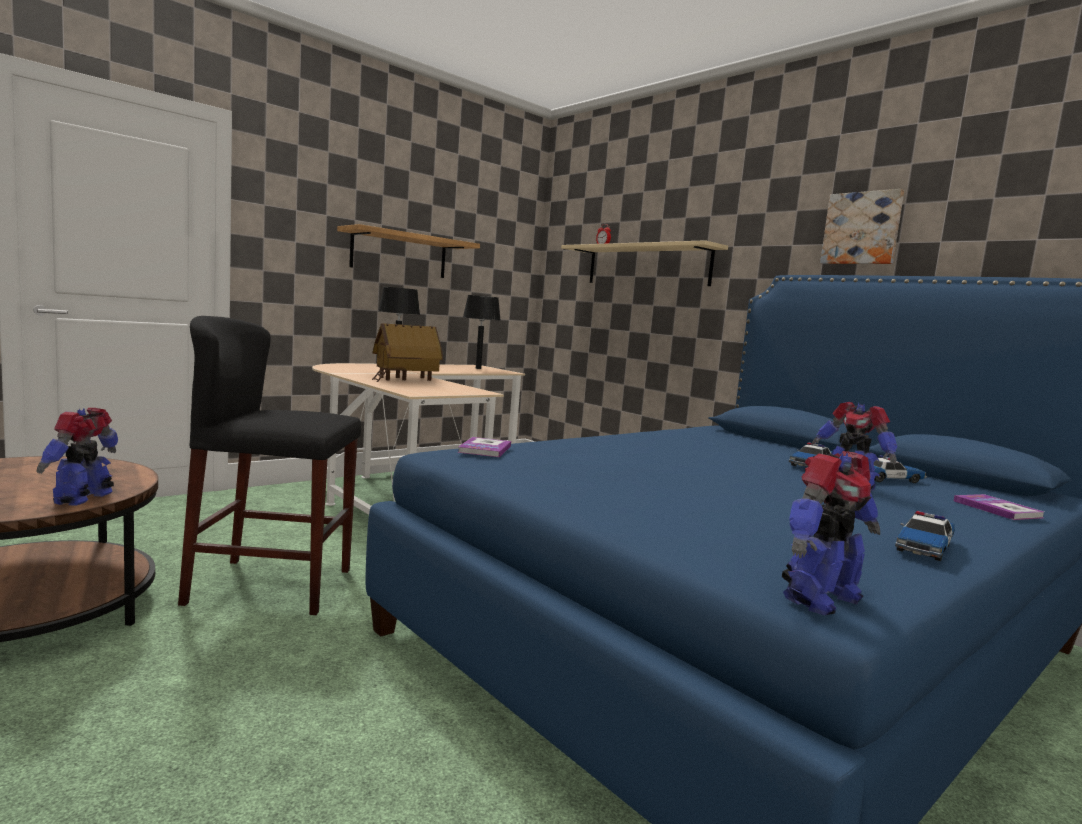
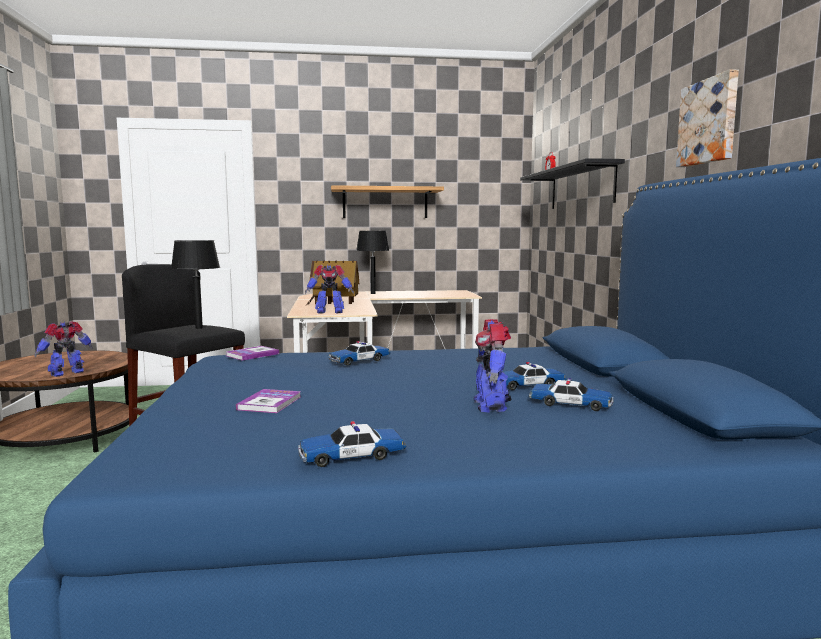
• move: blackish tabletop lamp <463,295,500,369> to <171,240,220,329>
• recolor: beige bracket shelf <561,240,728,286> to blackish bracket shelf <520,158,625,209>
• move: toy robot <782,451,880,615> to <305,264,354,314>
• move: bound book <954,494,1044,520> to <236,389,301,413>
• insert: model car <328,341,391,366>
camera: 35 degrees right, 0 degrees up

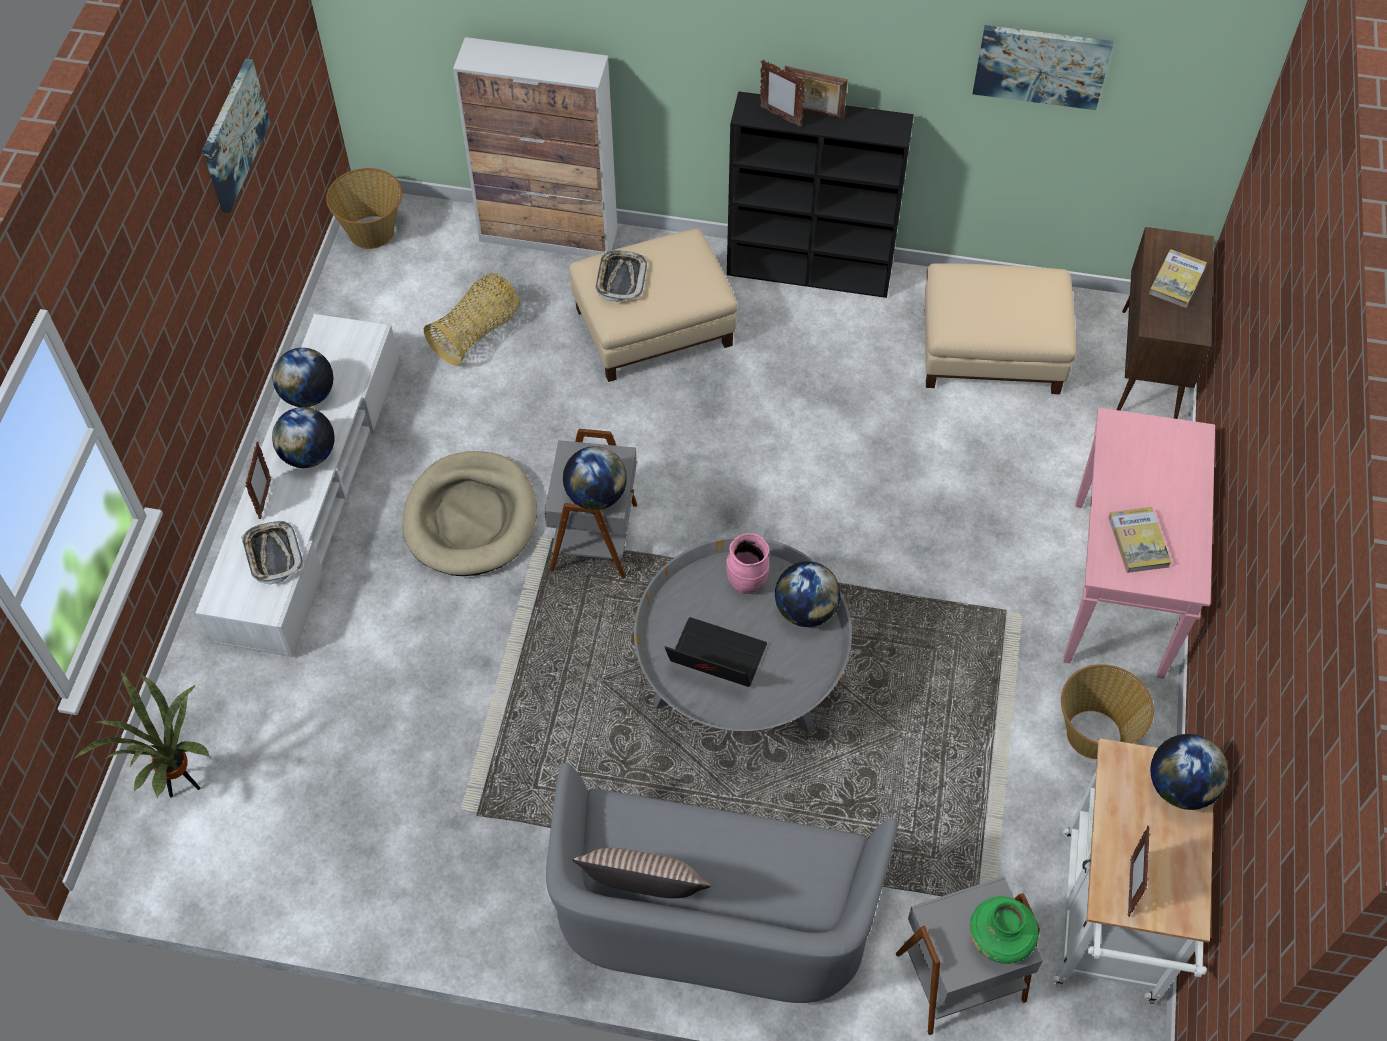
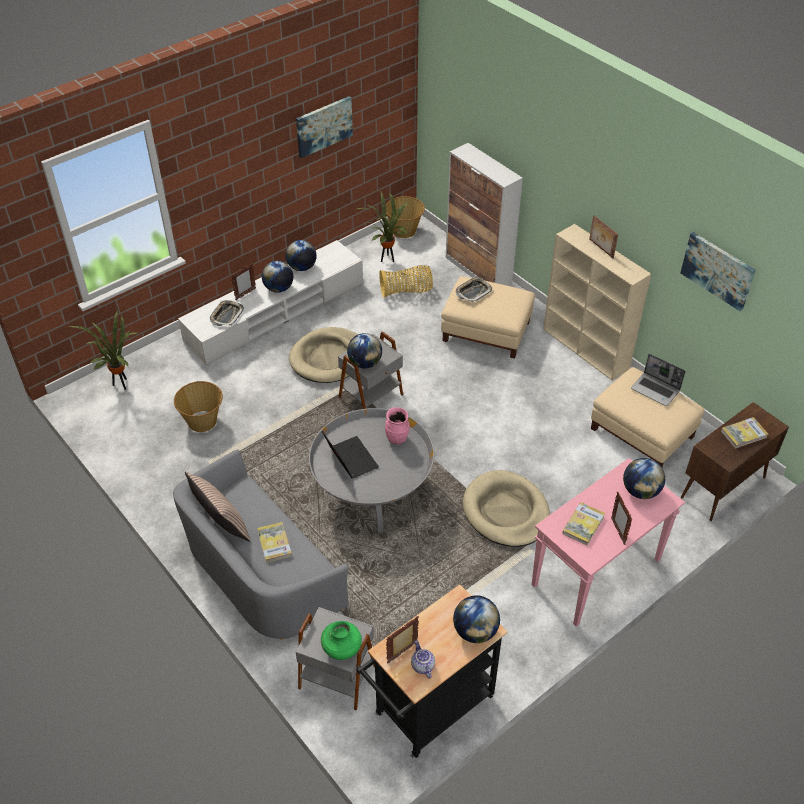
• recolor: blackish bookcase <727,91,914,298> to beige bookcase <543,224,651,381>
• move: standing frame <760,60,805,127> to <611,492,632,545>
• move: globe <775,561,841,627> to <623,458,665,499>
• recolor: white-coloured wheeled cart <1052,738,1213,1004> to blackish wheeled cart <357,585,508,758>
• move: storage basket <1061,664,1154,759> to <174,381,223,432>
• insert: bound book <257,522,292,563>
• insert: houseplant <357,192,409,262>
• insert: pot for tea <411,640,435,679>
• insert: beige pet bed <463,470,550,547>
• insert: notebook computer <631,354,686,406>
camera: 40 degrees right, 10 degrees down

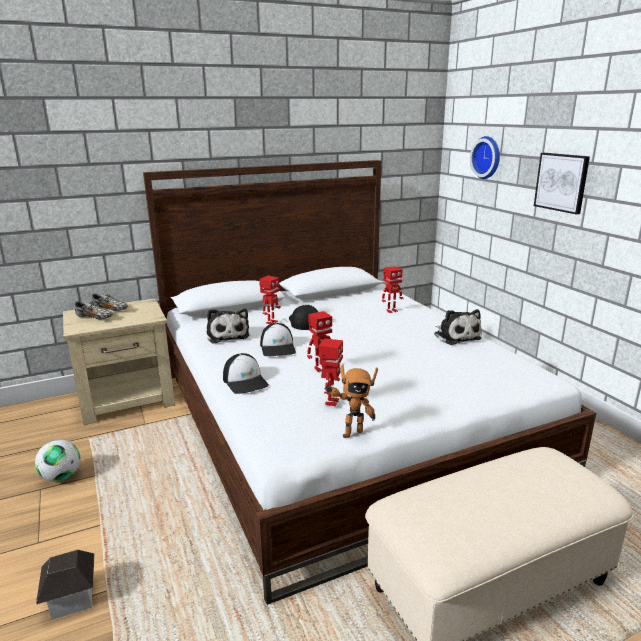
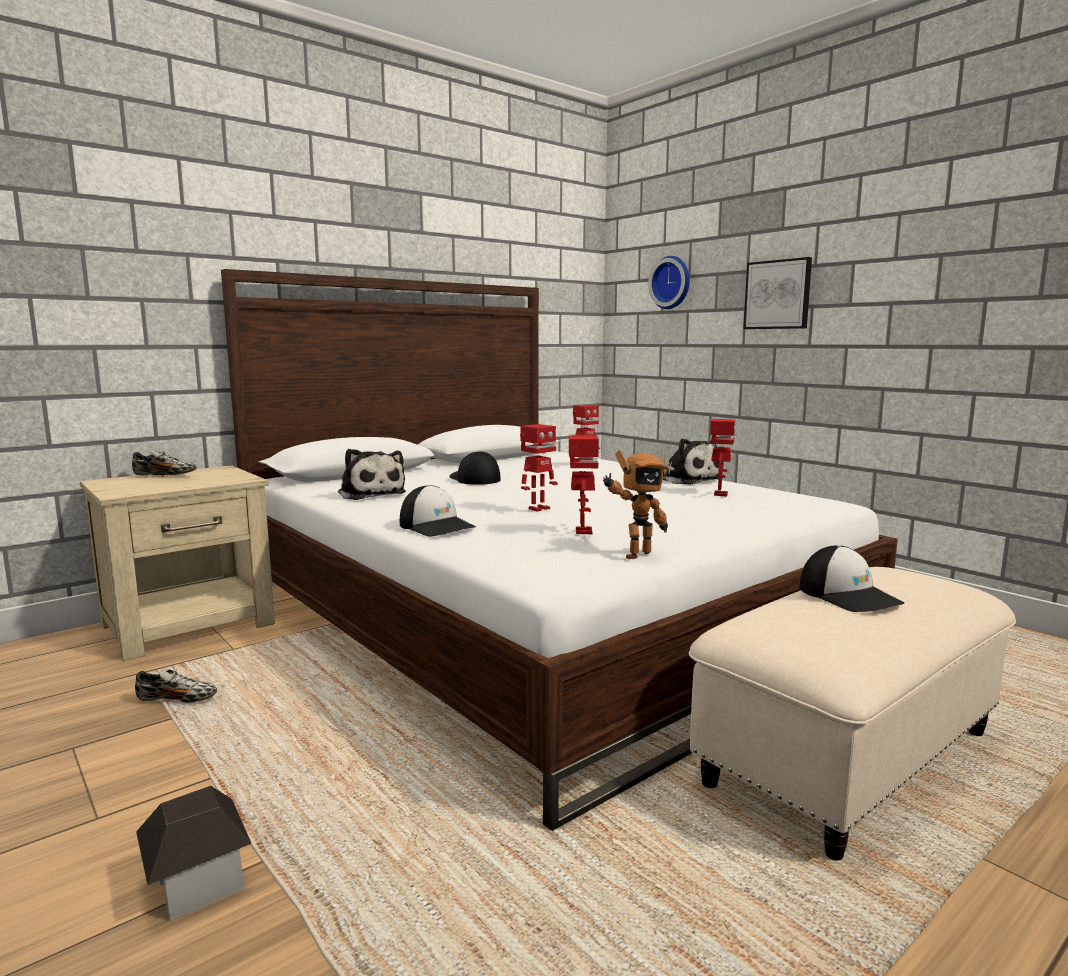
• delete: football ball <35,440,80,482>
• move: low shoe <75,301,113,319> to <135,670,217,703>
• move: toy robot <259,276,281,324> to <710,419,736,497>
• move: baseball cap <260,323,296,357> to <799,545,904,612>
camera: 15 degrees left, 10 degrees down

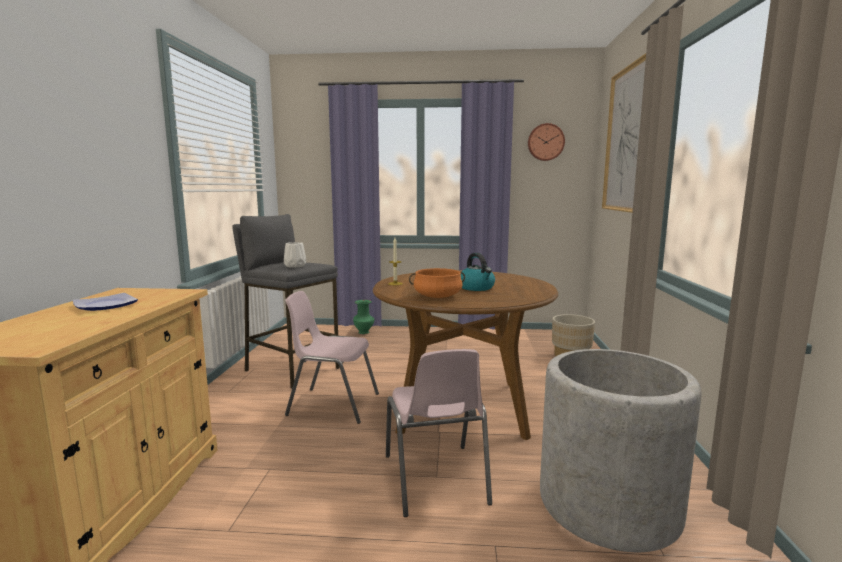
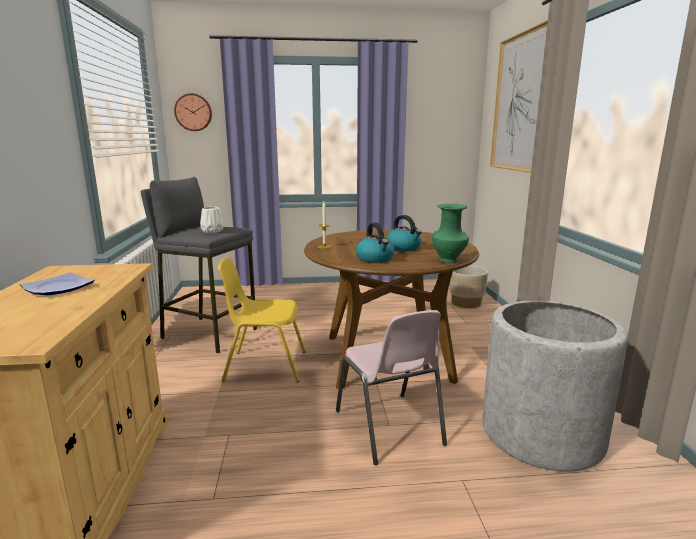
• recolor: pink-coloured upright chair <285,291,379,424> to yellowish upright chair <217,257,306,383>
• move: green-coloured decorative vase <353,300,374,334> to <432,204,469,263>
• replace: orange-coloured stockpot <409,268,465,298> to water kettle <356,222,394,263>
• move: clock on the wall <528,123,565,161> to <174,93,212,131>
camera: 10 degrees left, 5 degrees up

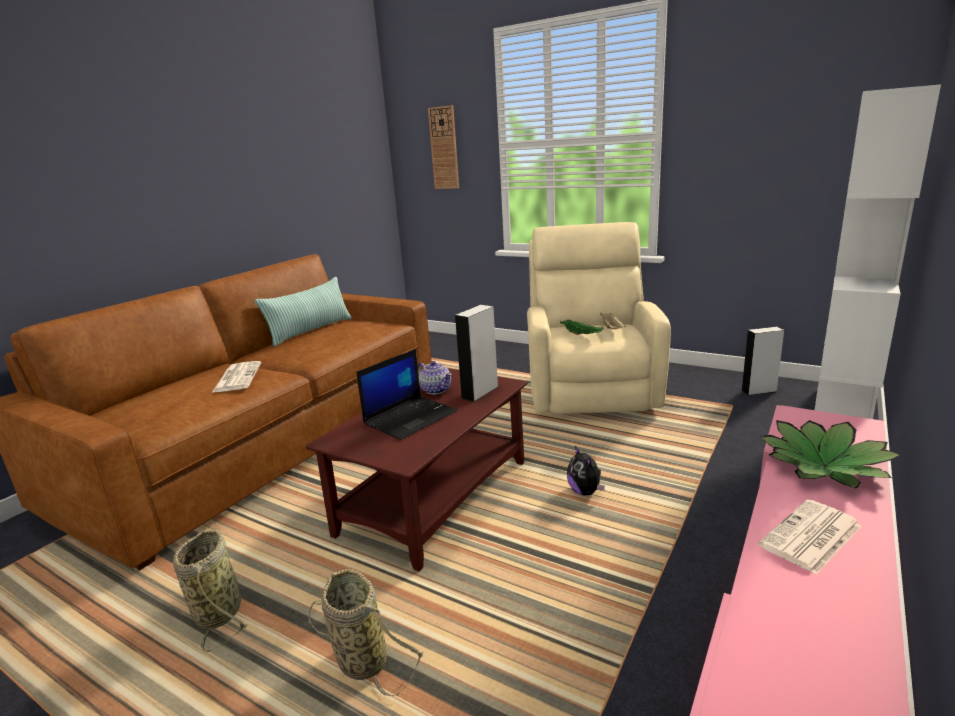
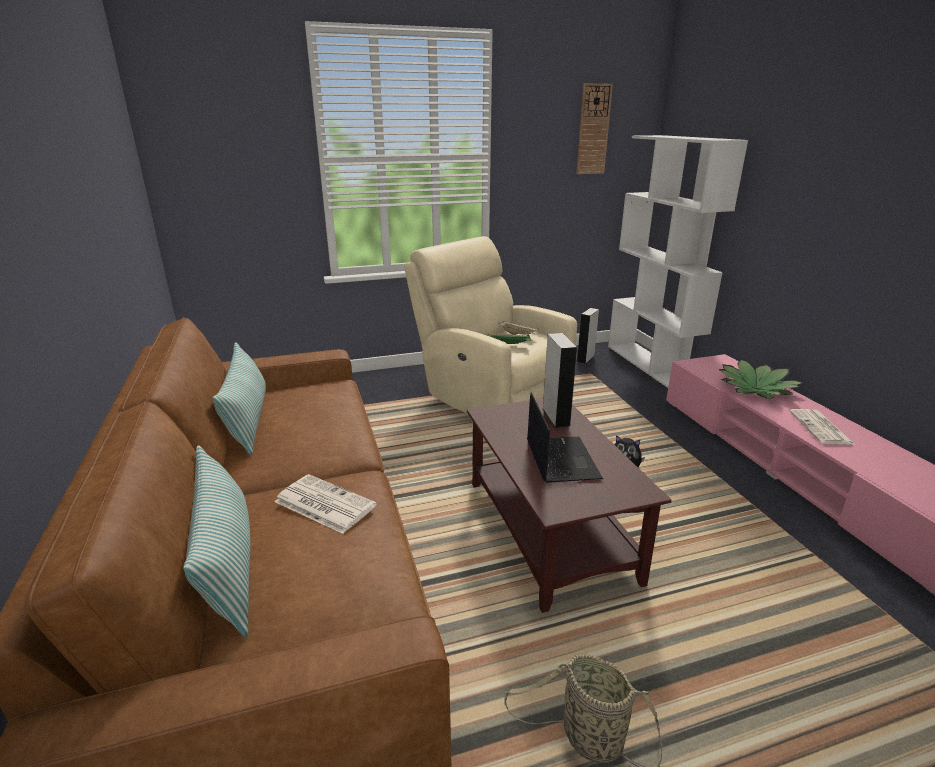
• delete: storage basket <309,569,423,696>
• delete: pot for tea <418,361,452,395>
• move: clock on the wall <428,105,459,189> to <576,83,613,174>
• insert: cushion <183,445,251,637>
camera: 50 degrees left, 5 degrees up

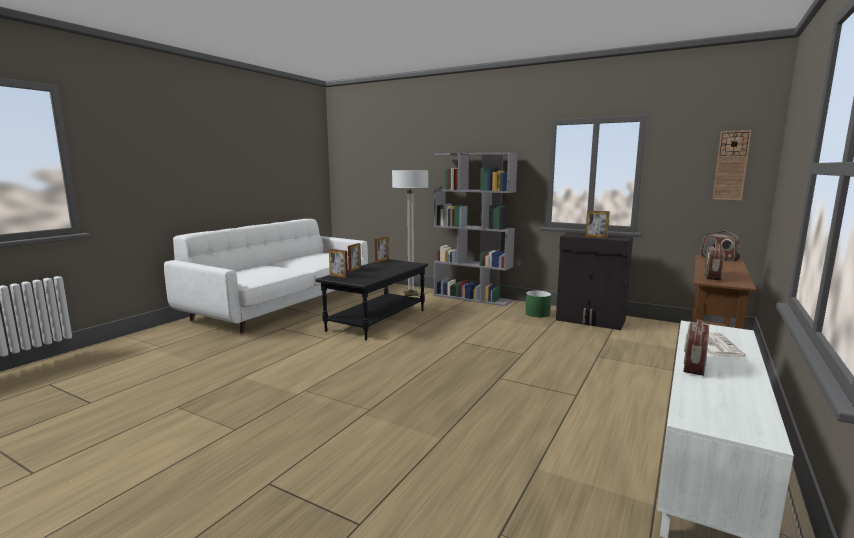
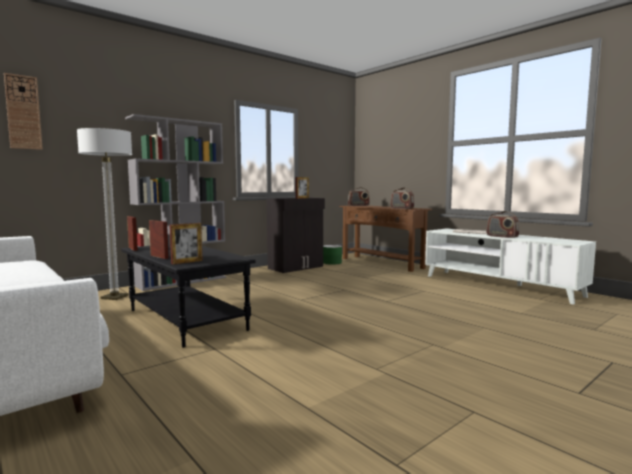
• move: green-coloured plant pot <526,291,551,317> to <323,245,342,265>
• move: clock on the wall <713,130,751,200> to <4,73,43,150>
camera: 70 degrees left, 5 degrees down

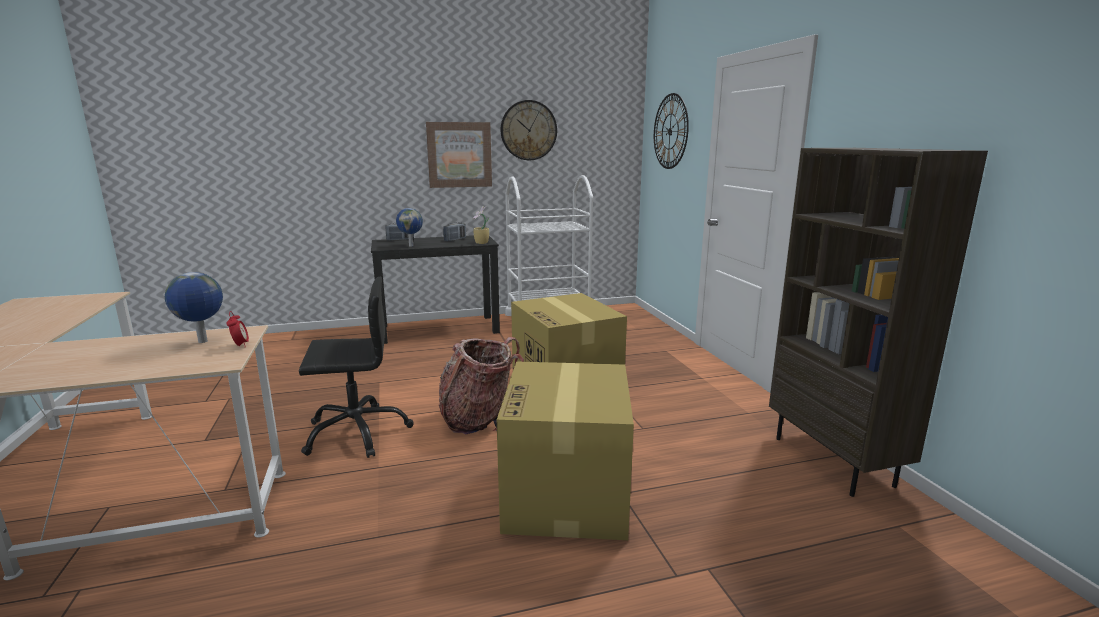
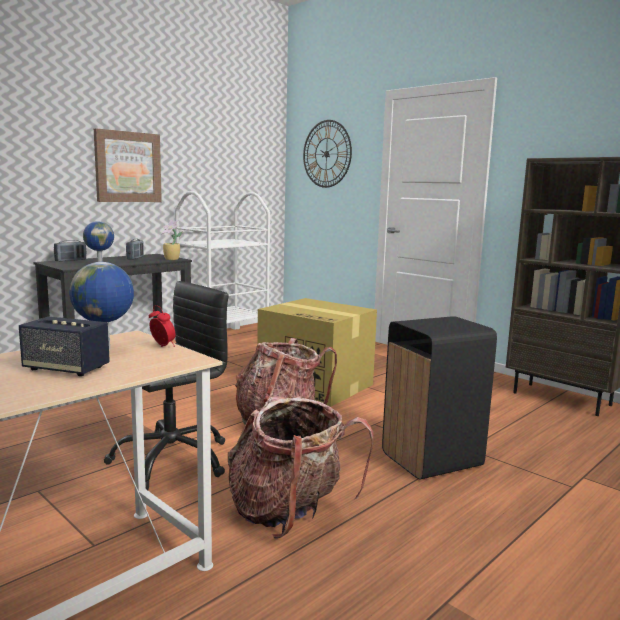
• replace: packing box <497,361,634,540> to blackish waste bin <382,316,497,480>
• delete: clock on the wall <501,100,557,160>
• insert: speaker <19,316,110,376>
• insert: knapsack <228,396,374,538>
camera: 30 degrees left, 5 degrees down

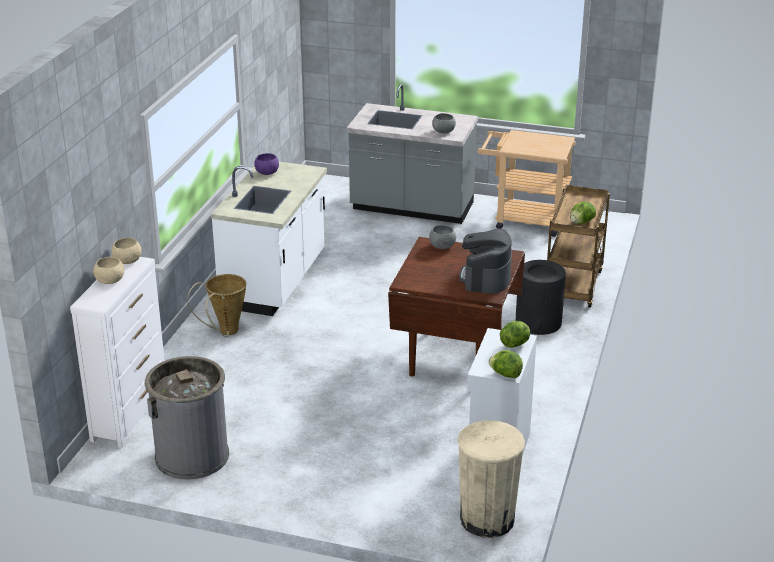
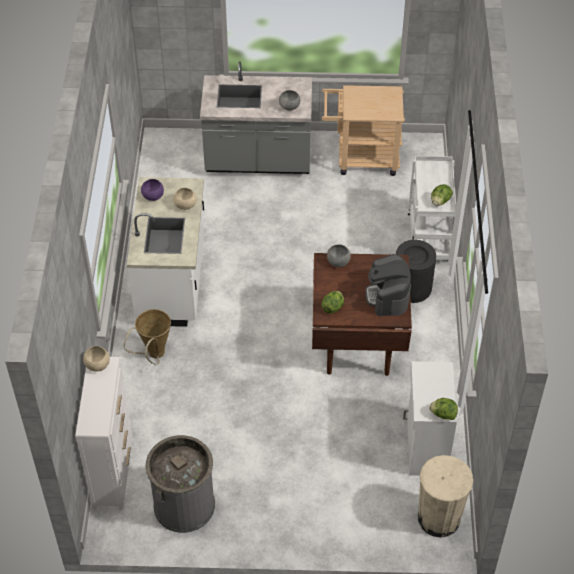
• move: beige bowl <93,257,124,284> to <174,188,197,210>
• move: head of lettuce <500,321,530,348> to <321,291,344,314>
• recolor: brown-coloured wheeled cart <547,185,610,307> to white-coloured wheeled cart <407,156,456,261>
camera: 15 degrees left, 20 degrees up

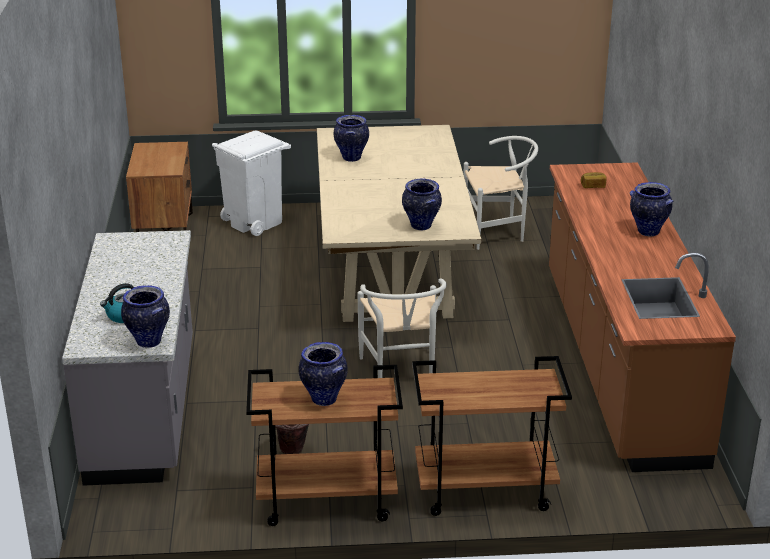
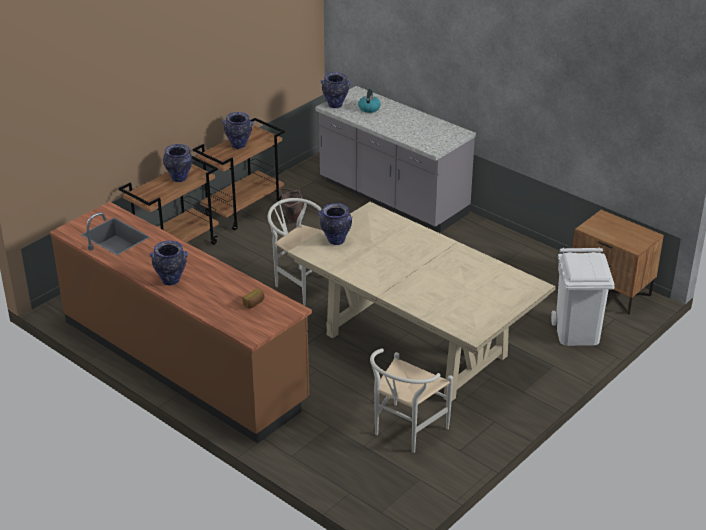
• move: decorative vase <334,115,369,162> to <163,144,193,182>
camera: 135 degrees right, 5 degrees up

